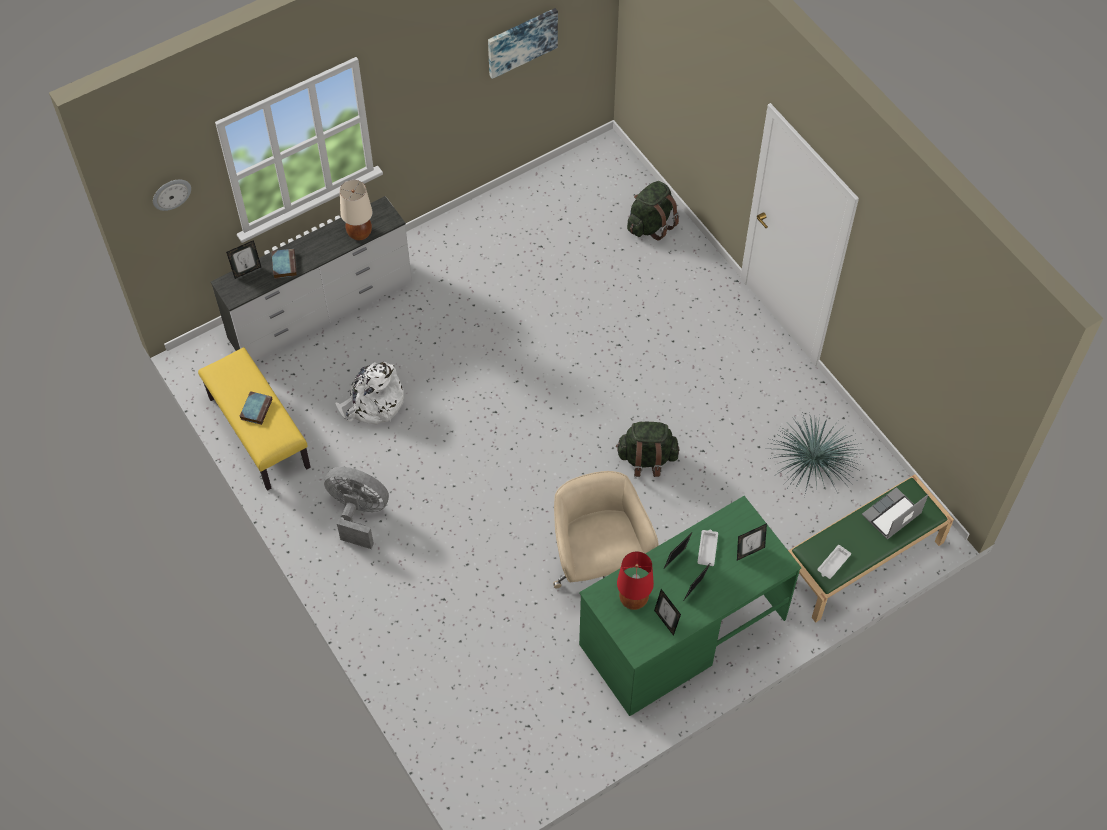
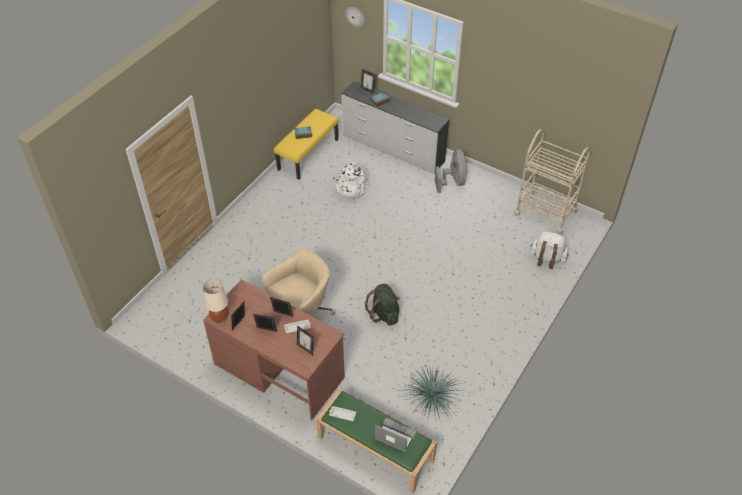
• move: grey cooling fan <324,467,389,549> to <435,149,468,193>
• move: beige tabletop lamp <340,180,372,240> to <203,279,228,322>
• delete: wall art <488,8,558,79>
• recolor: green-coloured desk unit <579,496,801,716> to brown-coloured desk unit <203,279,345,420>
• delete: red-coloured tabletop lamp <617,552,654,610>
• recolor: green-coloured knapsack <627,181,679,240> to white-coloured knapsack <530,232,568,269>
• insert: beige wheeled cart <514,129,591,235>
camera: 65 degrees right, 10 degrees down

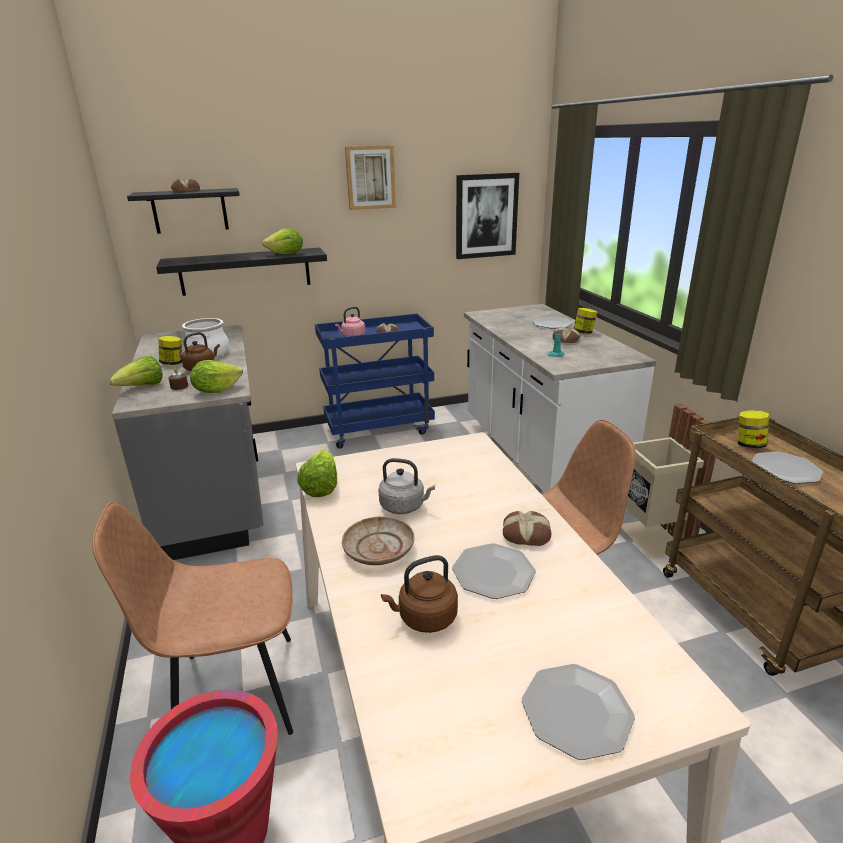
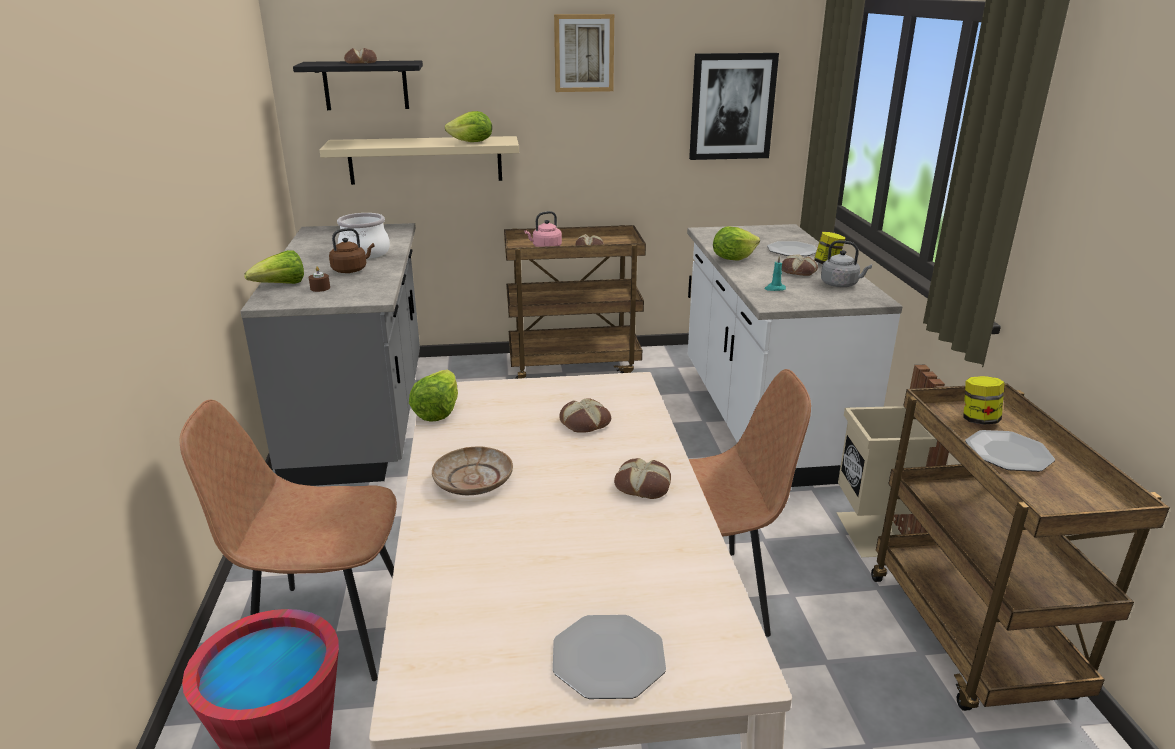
• recolor: blackish bracket shelf <156,248,327,296> to beige bracket shelf <320,136,519,185>
• delete: jar <158,336,182,365>
• move: head of lettuce <190,360,243,393> to <713,227,760,261>
• recolor: bluish wheeled cart <315,313,435,449> to brown-coloured wheeled cart <504,225,646,379>
• move: grey water kettle <379,458,435,514> to <821,240,872,287>
• delete: brown-coloured water kettle <381,555,458,633>
• delete: flat dish <452,543,536,599>
• insert: baked bread <559,398,611,432>
camera: 10 degrees right, 0 degrees up

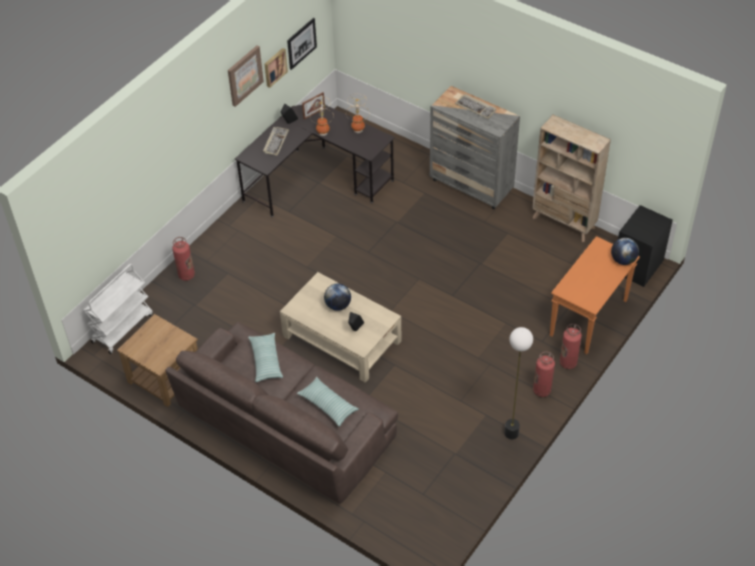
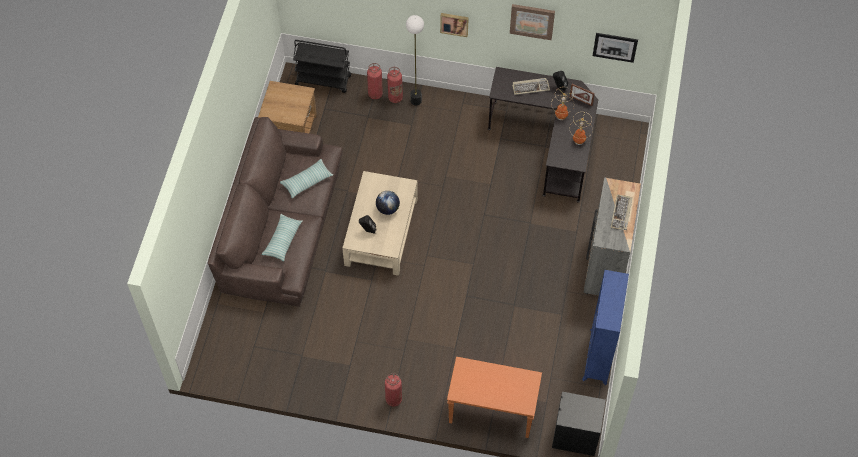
• recolor: white-coloured wheeled cart <83,264,153,354> to blackish wheeled cart <293,40,351,93>
• move: wall art <265,48,288,88> to <440,13,469,37>
• move: standard lamp <504,327,533,439> to <406,15,424,105>
• recolor: beige bookcase <532,115,611,242> to bluish bookcase <582,270,629,385>
• move: fire-fighting cylinder <560,324,582,369> to <367,63,383,99>
• delete: globe <611,238,639,265>
camera: 65 degrees right, 10 degrees up

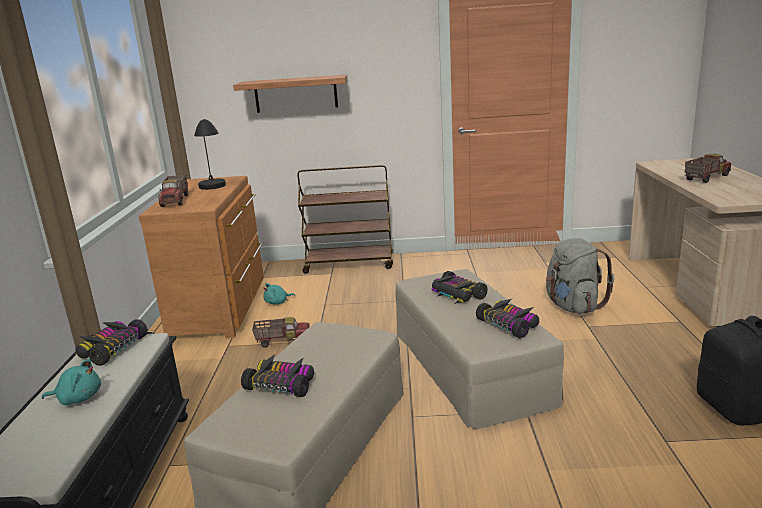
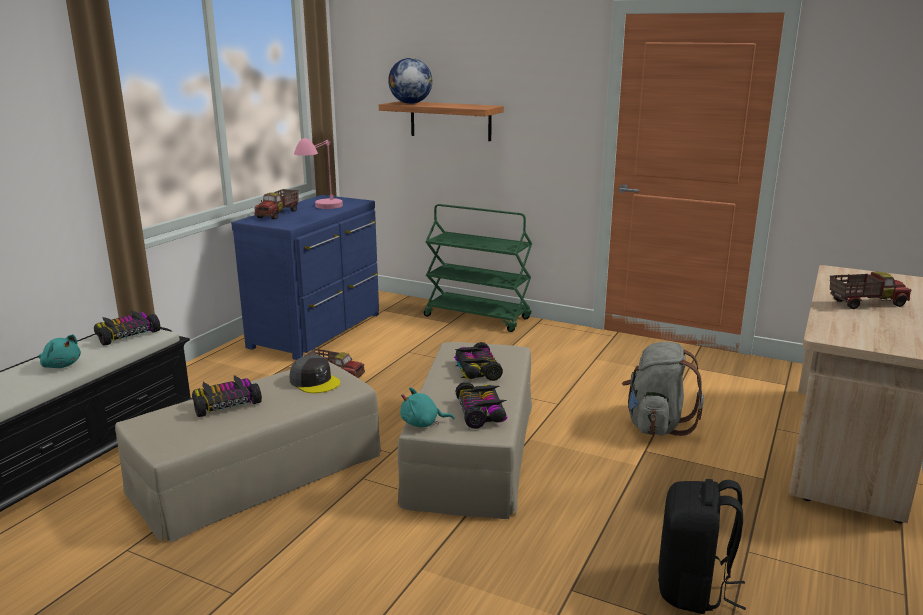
• recolor: brown-coloured chest of drawers <139,176,264,340> to bluish chest of drawers <231,195,379,360>
• recolor: blackish tabletop lamp <194,119,226,190> to pink-coloured tabletop lamp <294,138,343,209>
• rotate: model car <241,355,314,397> = <192,375,262,417> 75 degrees counterclockwise
• move: turquoise-coloured plush toy <263,283,295,305> to <400,387,454,427>
• recolor: brown-coloured wheeled cart <298,165,393,274> to green-coloured wheeled cart <424,204,532,332>
• insert: grey baseball cap <290,355,340,393>
• insert: globe <388,58,432,104>
camera: 25 degrees right, 0 degrees up

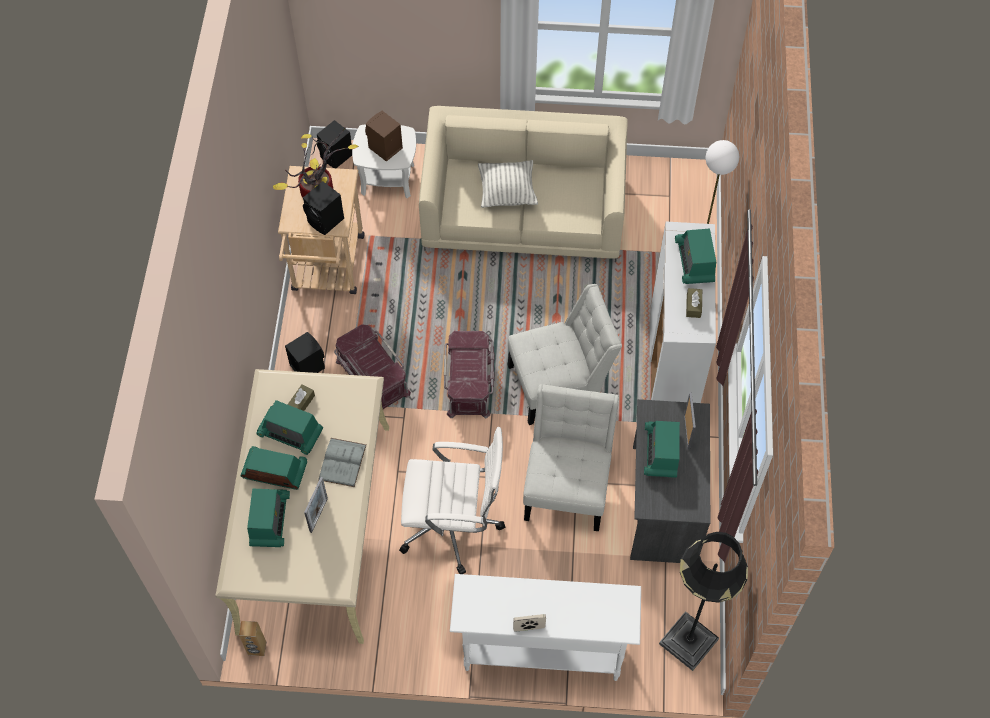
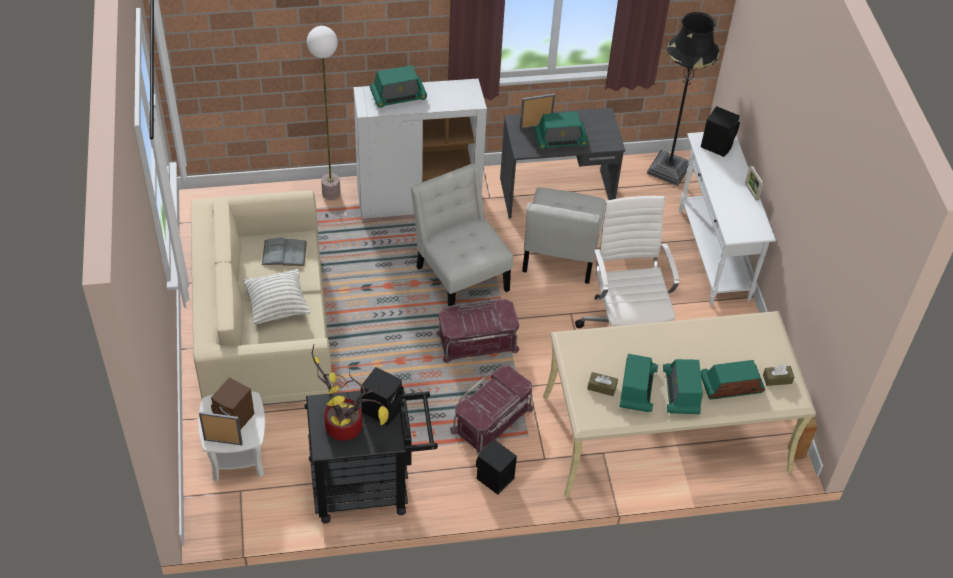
• recolor: beige wheeled cart <278,166,364,294> to blackish wheeled cart <304,391,438,524>
• move: standing frame <304,477,328,533> to <199,412,243,445>
• move: blackish speaker <316,120,352,168> to <701,106,740,157>
• move: grey bound book <318,438,367,487> to <262,238,307,266>
• rotate: white-coloured upright chair <523,384,619,531> = <522,187,605,284> 75 degrees counterclockwise
• move: brown-coloured box of tissues <686,288,702,318> to <763,364,794,386>
camera: 105 degrees left, 10 degrees down

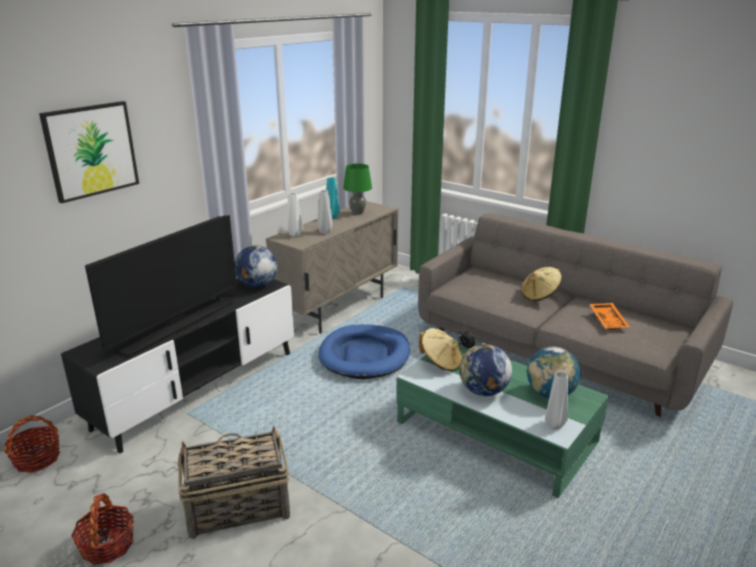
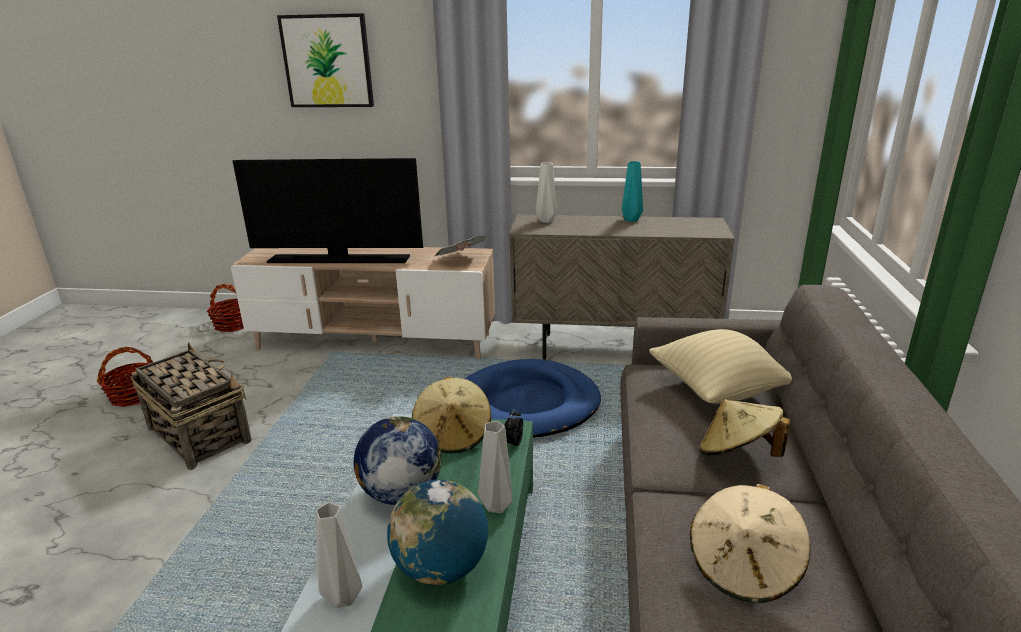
• recolor: blackish tv unit <61,278,294,454> to beige tv unit <231,247,495,359>
• replace: globe <235,245,277,288> to daily paper <435,236,487,256>
• move: grey decorative vase <317,190,333,234> to <478,421,512,513>
• delete: green-coloured tabletop lamp <343,164,372,215>
• replace: orange-coloured tray <590,303,630,330> to beige hat <690,484,810,603>
• insert: beige cushion <649,329,792,404>
camera: 60 degrees right, 0 degrees up

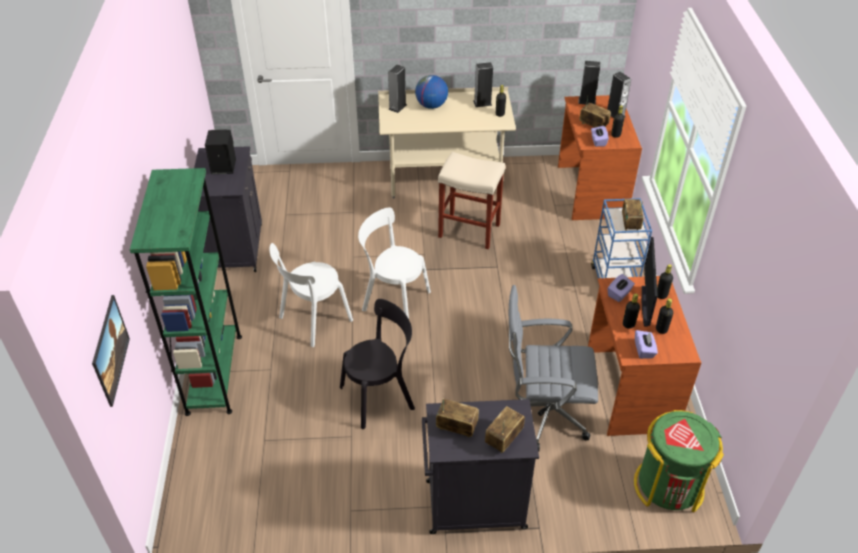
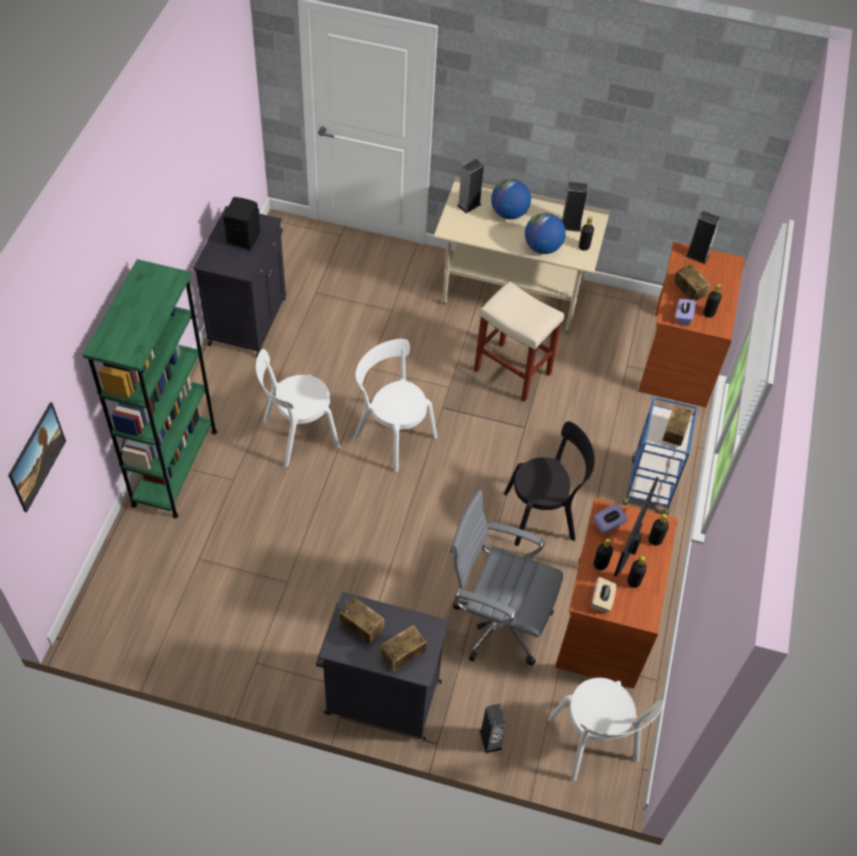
• move: blackish upright chair <340,299,415,429> to <504,421,595,546>
• move: speaker <607,72,631,118> to <479,704,507,753>
• replace: green-coloured waste bin <634,410,724,512> to white-coloured upright chair <548,678,664,782>
• recolor: purple-coloured box of tissues <635,330,658,359> to beige box of tissues <591,577,616,613>
• insert: globe <525,213,566,254>
camera: 15 degrees right, 10 degrees up

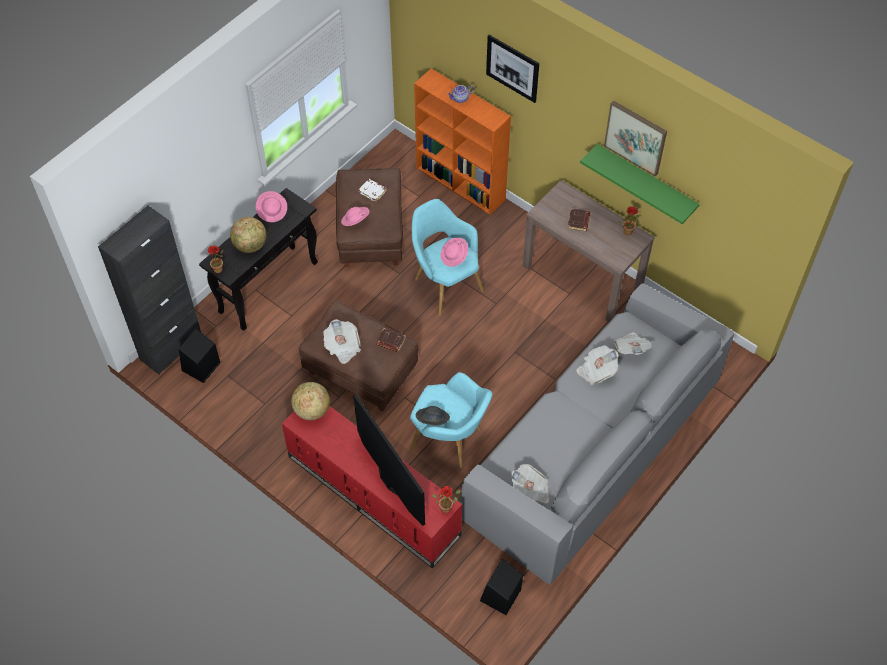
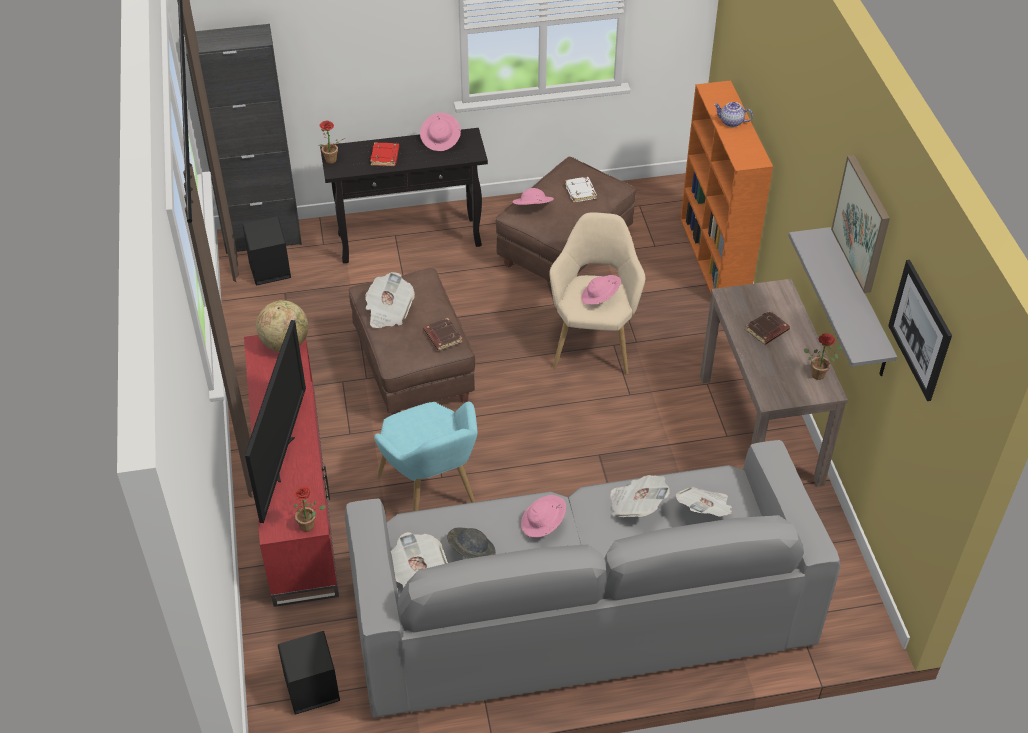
• replace: globe <230,217,266,253> to red-coloured bound book <370,142,399,166>
• recolor: turquoise-coloured easy chair <412,199,484,316> to beige easy chair <549,212,645,375>
• move: grey hat <416,406,450,426> to <447,527,496,558>
• move: wall art <486,35,539,103> to <888,260,952,401>
• recolor: green-coloured bracket shelf <580,144,700,224> to grey bracket shelf <788,227,897,376>
• insert: pink-coloured hat <521,495,566,538>
camera: 40 degrees right, 10 degrees down

